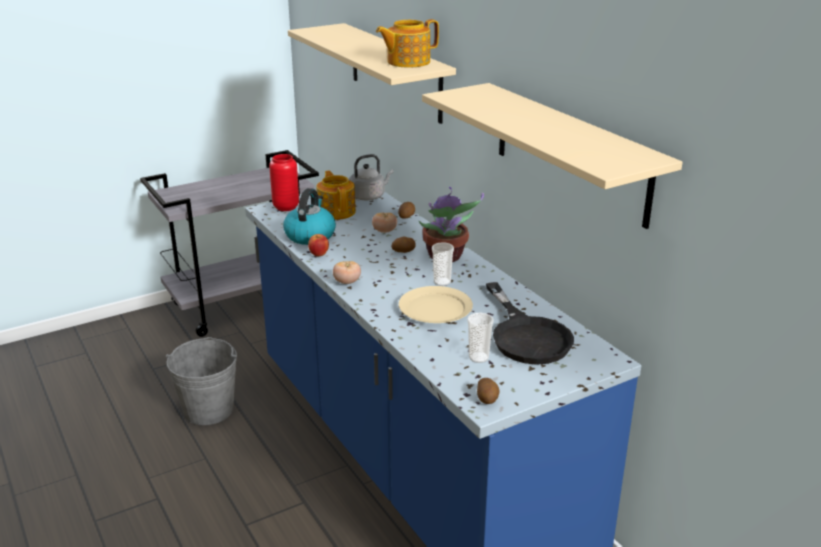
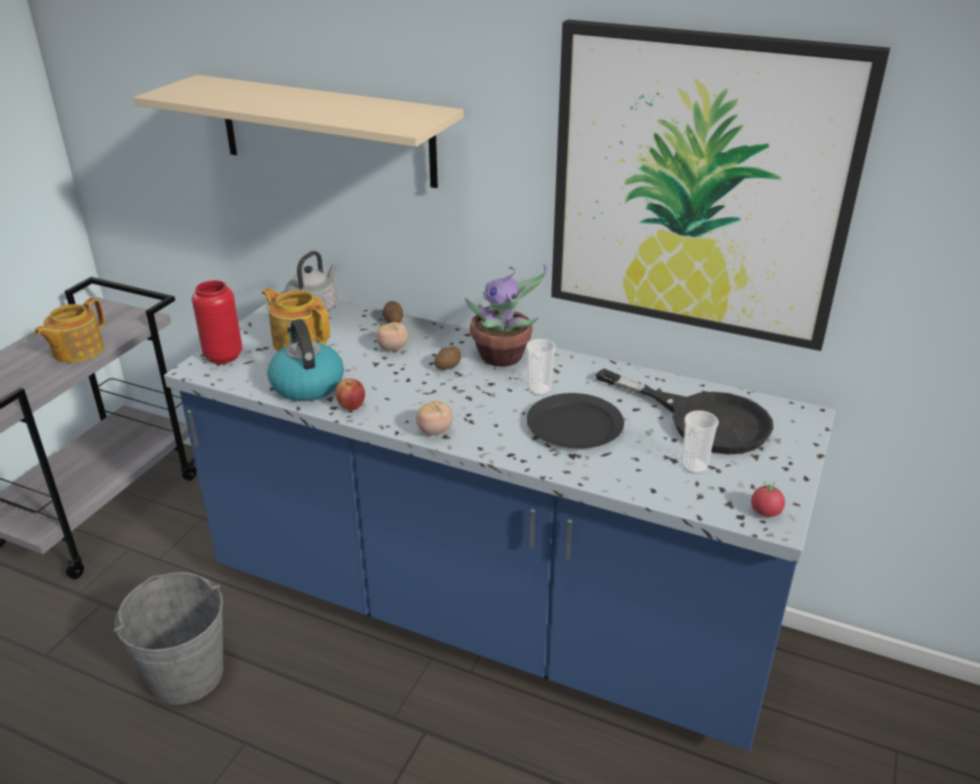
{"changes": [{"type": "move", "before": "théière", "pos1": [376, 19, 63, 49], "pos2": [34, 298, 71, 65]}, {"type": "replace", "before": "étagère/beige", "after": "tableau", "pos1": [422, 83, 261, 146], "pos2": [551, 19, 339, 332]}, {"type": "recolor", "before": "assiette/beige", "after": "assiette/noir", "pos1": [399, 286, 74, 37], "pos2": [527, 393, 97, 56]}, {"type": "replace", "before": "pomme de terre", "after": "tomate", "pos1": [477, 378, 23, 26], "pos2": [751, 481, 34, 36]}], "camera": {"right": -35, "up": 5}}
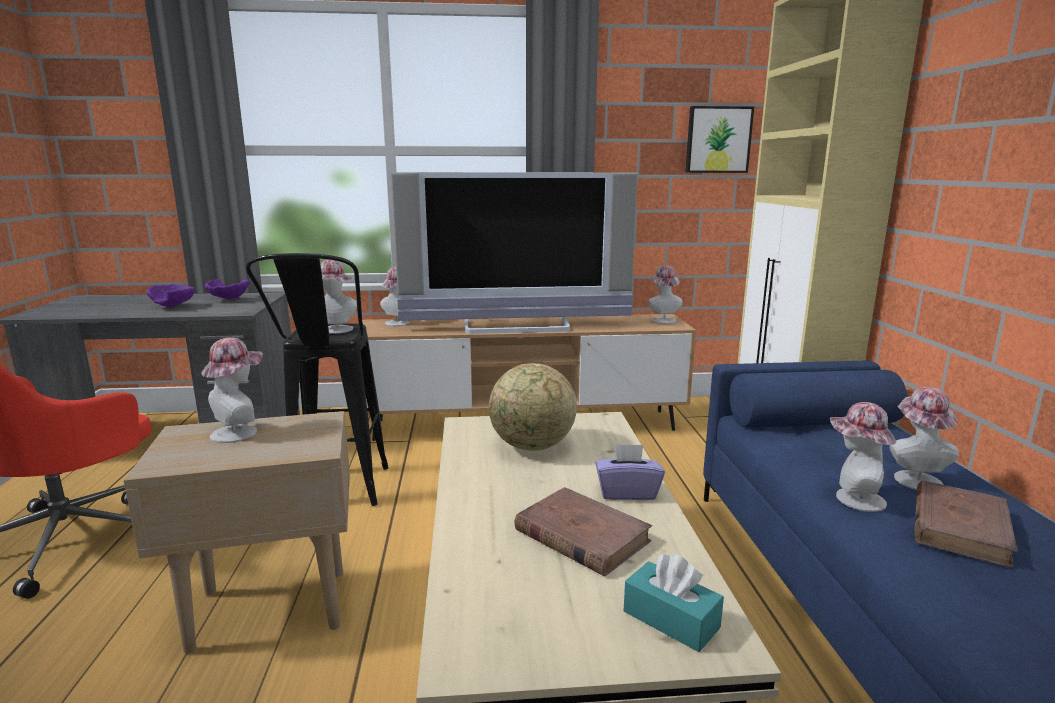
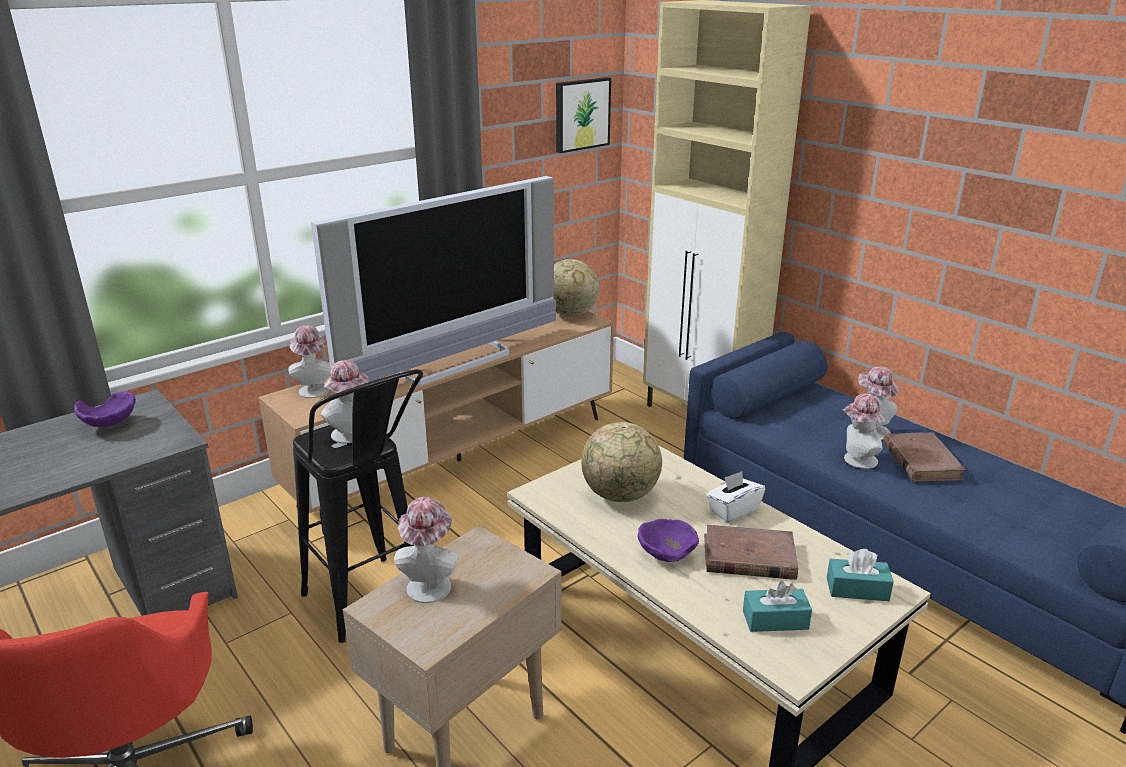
{"changes": [{"type": "replace", "before": "chapeau", "after": "globe", "pos1": [648, 265, 35, 59], "pos2": [554, 259, 45, 57]}, {"type": "move", "before": "bol/violet", "pos1": [147, 284, 47, 24], "pos2": [638, 519, 61, 43]}, {"type": "recolor", "before": "boîte à mouchoirs/violet", "after": "boîte à mouchoirs/blanc", "pos1": [595, 444, 70, 56], "pos2": [706, 471, 59, 51]}, {"type": "insert", "after": "boîte à mouchoirs/turquoise", "pos2": [743, 581, 69, 51]}], "camera": {"right": -35, "up": 10}}
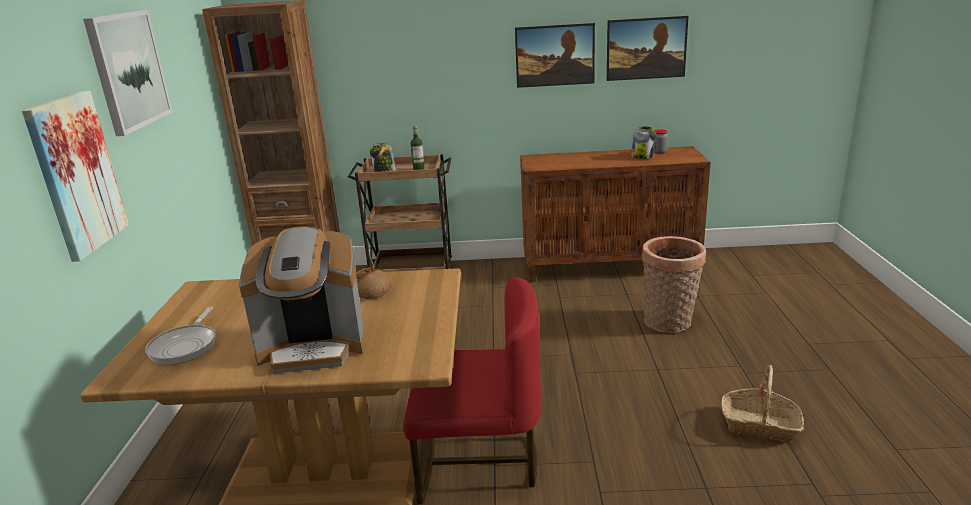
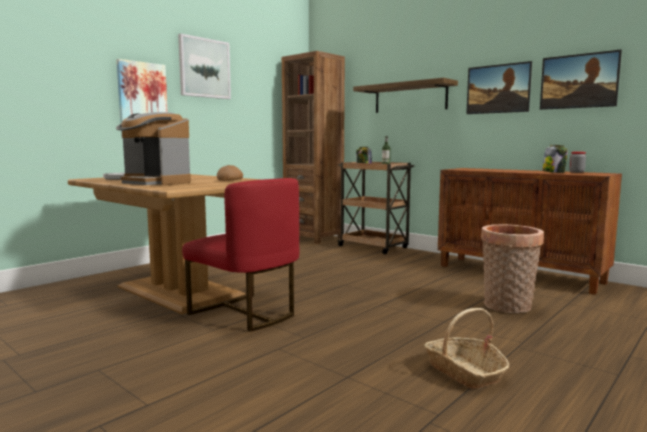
{"changes": [{"type": "insert", "after": "étagère", "pos2": [353, 78, 105, 35]}], "camera": {"right": 40, "up": -15}}
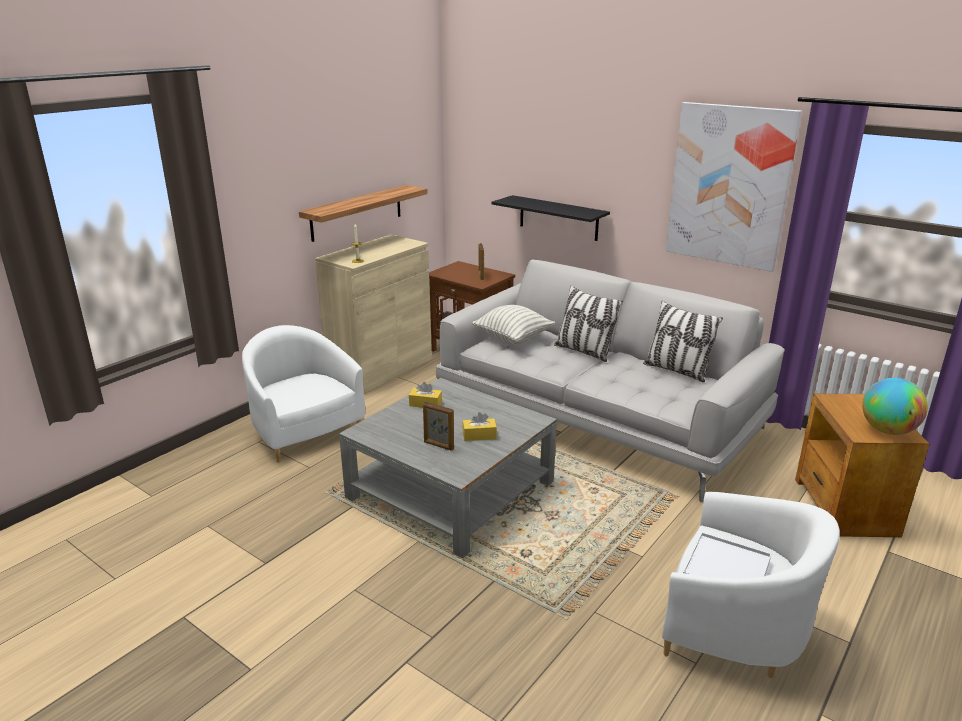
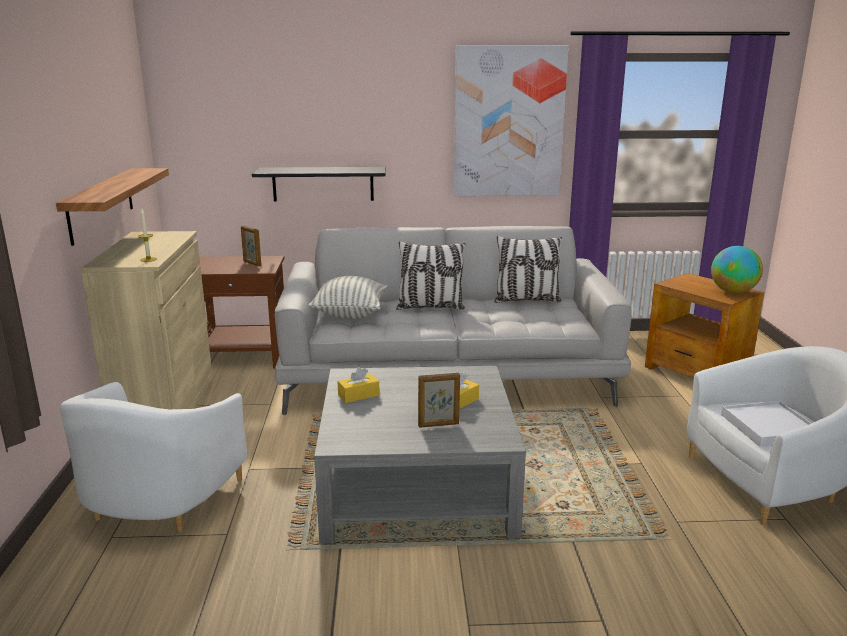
{"changes": [{"type": "rotate", "before": "fauteuil/blanc", "pos1": [242, 325, 123, 138], "pos2": [60, 382, 187, 150], "turn": -90}], "camera": {"right": -40, "up": -5}}
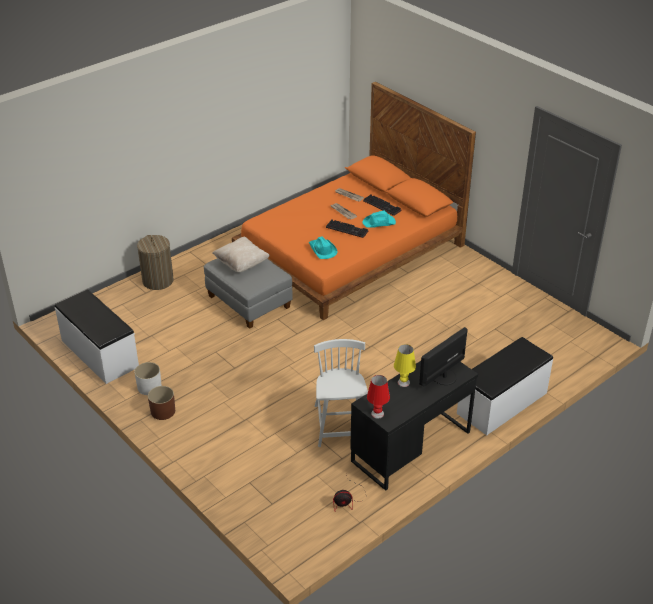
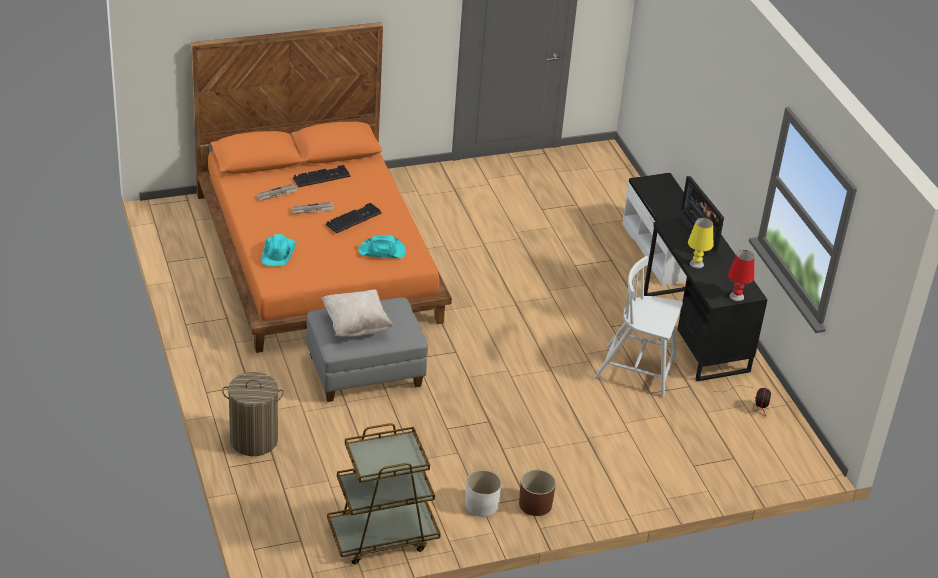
{"changes": [{"type": "move", "before": "chapeau/turquoise", "pos1": [363, 211, 33, 17], "pos2": [261, 234, 36, 32]}, {"type": "replace", "before": "banc/blanc", "after": "chariot/marron", "pos1": [55, 289, 84, 95], "pos2": [327, 423, 114, 141]}], "camera": {"right": -70, "up": 0}}
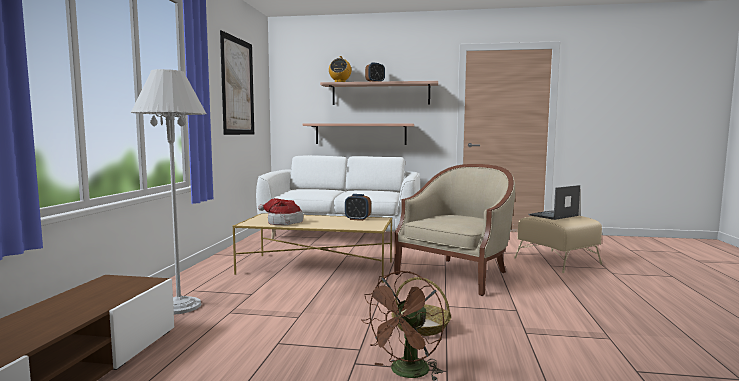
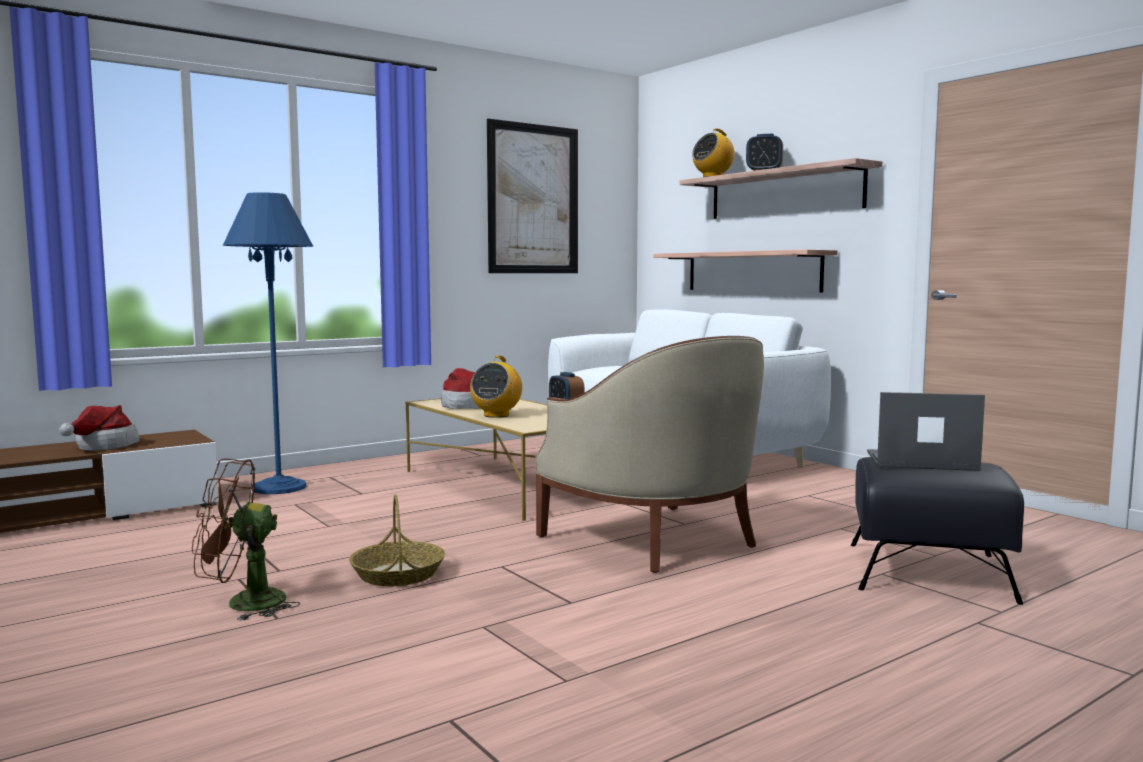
{"changes": [{"type": "recolor", "before": "lampadaire/blanc", "after": "lampadaire/bleu", "pos1": [131, 69, 75, 246], "pos2": [223, 192, 90, 302]}, {"type": "rotate", "before": "fauteuil/beige", "pos1": [394, 164, 121, 132], "pos2": [536, 336, 228, 237], "turn": 60}, {"type": "recolor", "before": "pouf/beige", "after": "pouf/noir", "pos1": [514, 215, 89, 58], "pos2": [851, 457, 173, 148]}, {"type": "insert", "after": "radio", "pos2": [470, 356, 52, 62]}, {"type": "insert", "after": "chapeau", "pos2": [59, 405, 80, 46]}], "camera": {"right": 45, "up": 0}}
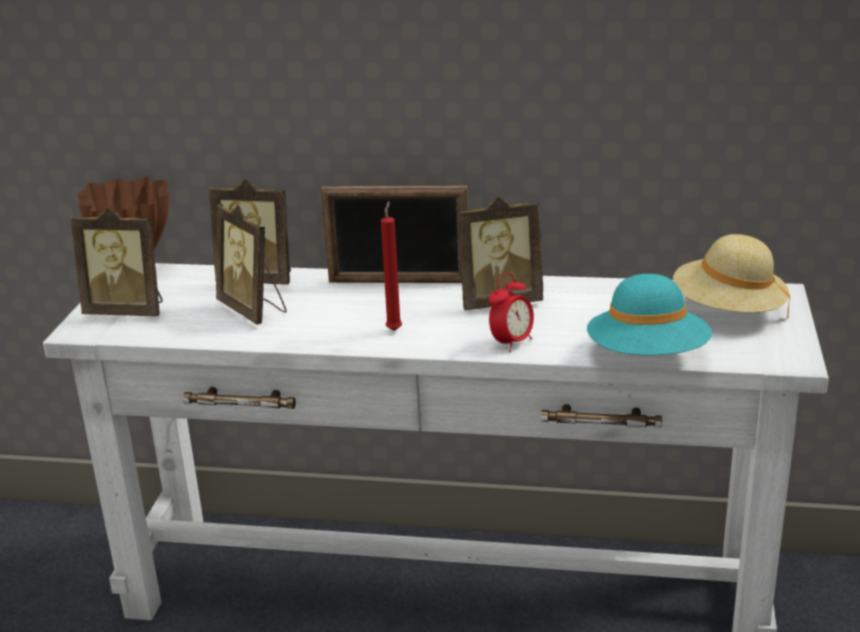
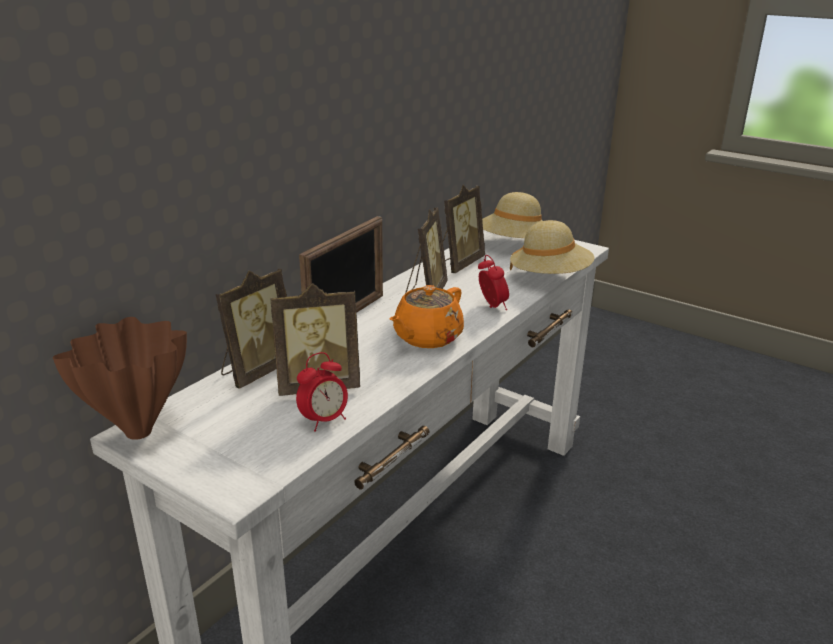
{"changes": [{"type": "replace", "before": "bougie/rouge", "after": "théière/orange", "pos1": [381, 201, 21, 130], "pos2": [389, 285, 75, 63]}, {"type": "move", "before": "cadre photo", "pos1": [71, 207, 92, 109], "pos2": [443, 185, 42, 88]}, {"type": "recolor", "before": "chapeau/turquoise", "after": "chapeau/beige", "pos1": [587, 274, 125, 81], "pos2": [510, 220, 84, 54]}, {"type": "insert", "after": "réveil", "pos2": [296, 352, 52, 80]}], "camera": {"right": -65, "up": 0}}
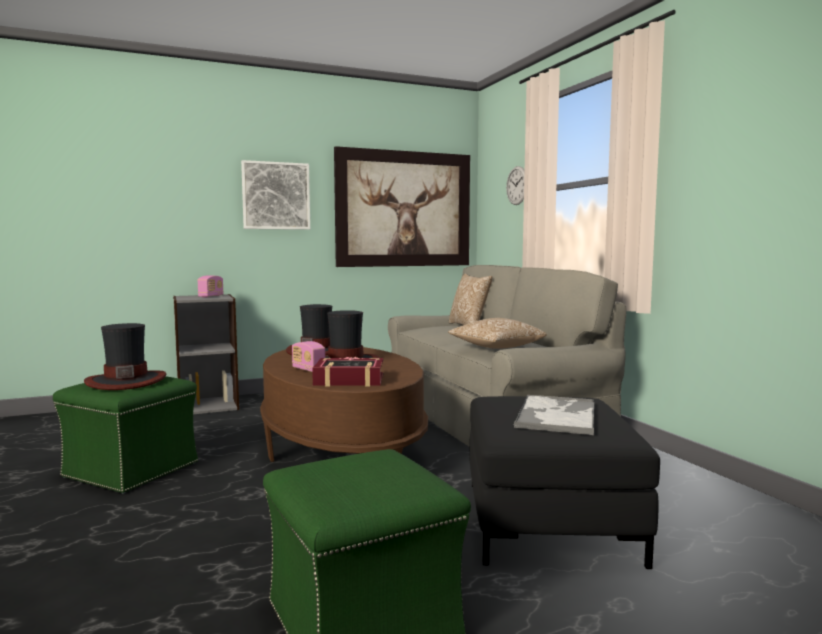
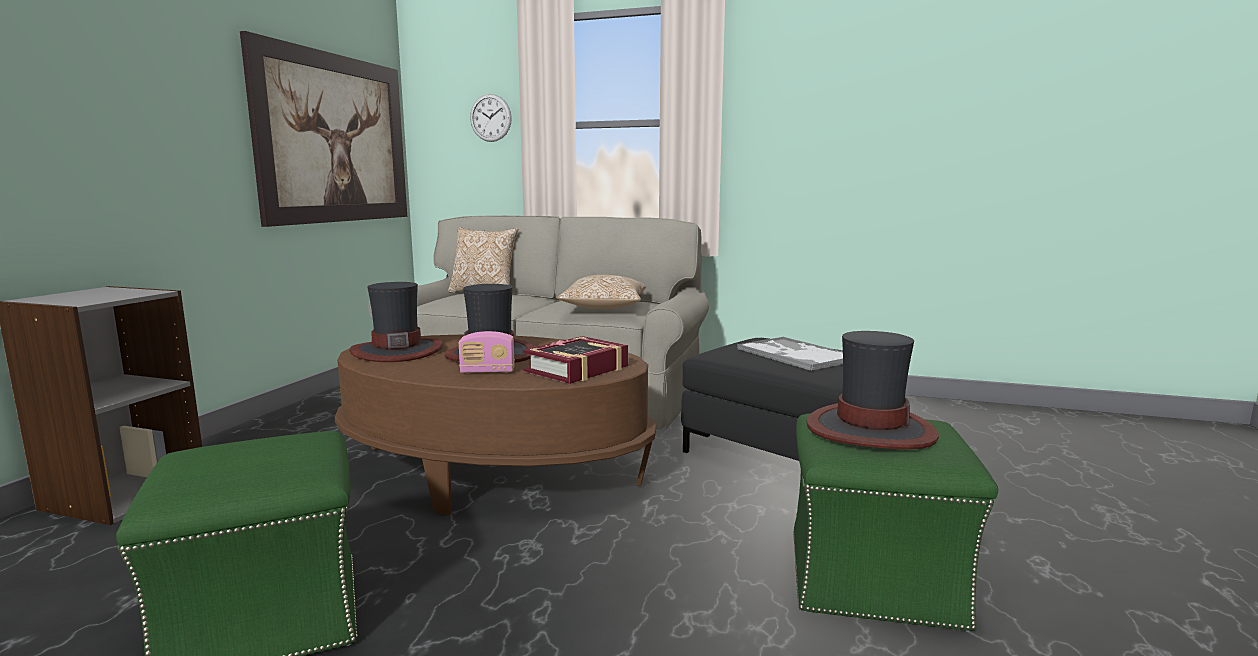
{"changes": [{"type": "delete", "before": "tableau", "pos1": [241, 160, 69, 70]}, {"type": "delete", "before": "radio", "pos1": [198, 276, 26, 22]}, {"type": "move", "before": "chapeau", "pos1": [84, 323, 82, 67], "pos2": [806, 331, 133, 118]}], "camera": {"right": -50, "up": 5}}
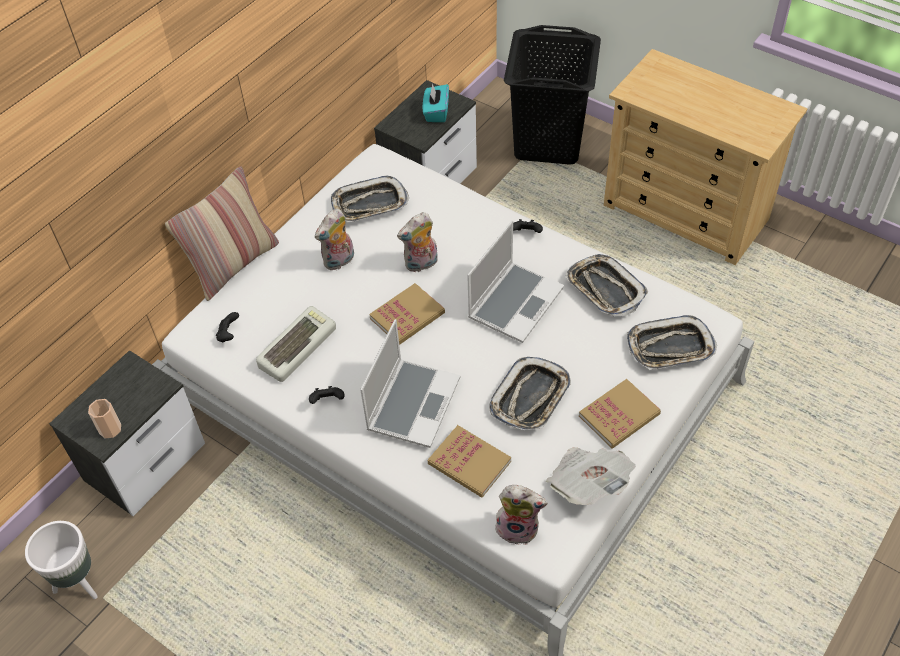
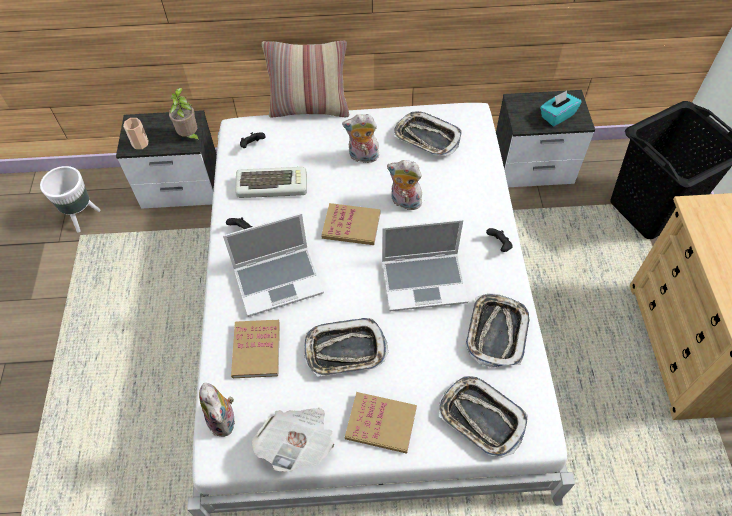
{"changes": [{"type": "insert", "after": "plante en pot", "pos2": [169, 88, 31, 54]}], "camera": {"right": 50, "up": 5}}
